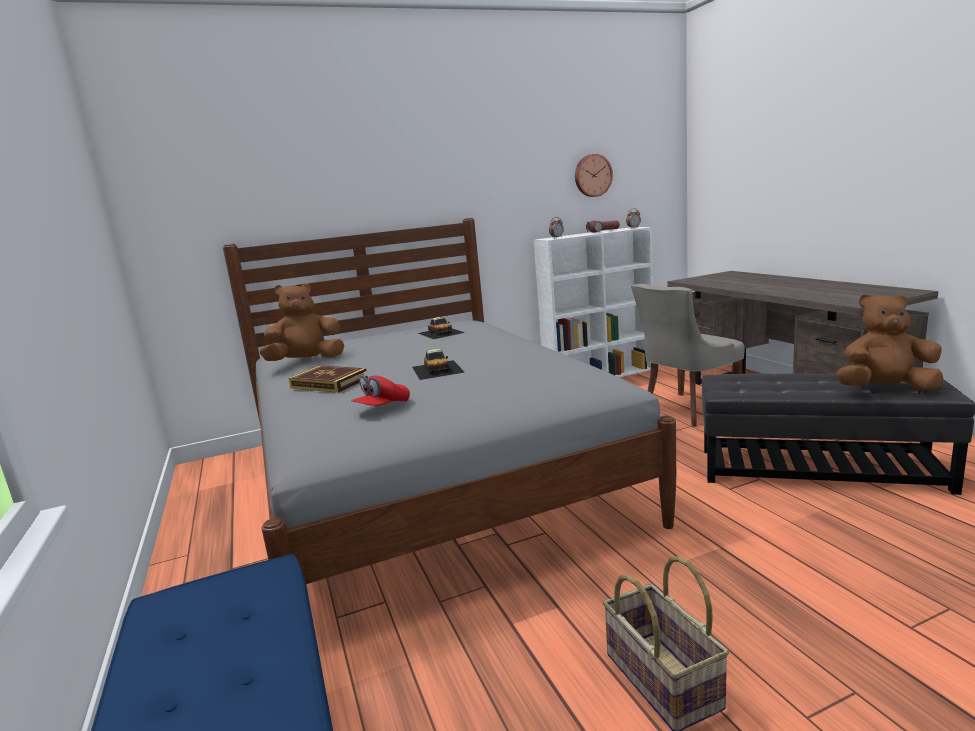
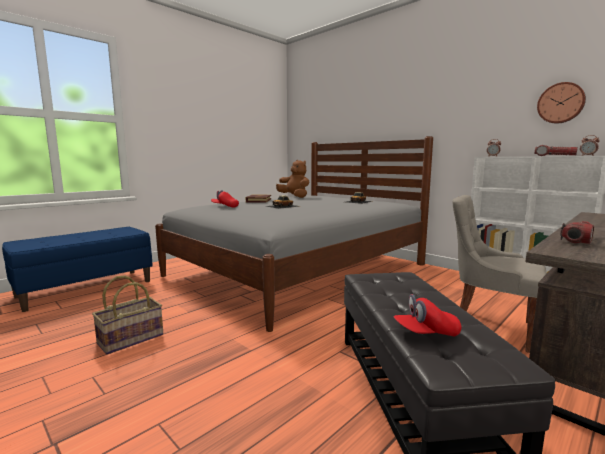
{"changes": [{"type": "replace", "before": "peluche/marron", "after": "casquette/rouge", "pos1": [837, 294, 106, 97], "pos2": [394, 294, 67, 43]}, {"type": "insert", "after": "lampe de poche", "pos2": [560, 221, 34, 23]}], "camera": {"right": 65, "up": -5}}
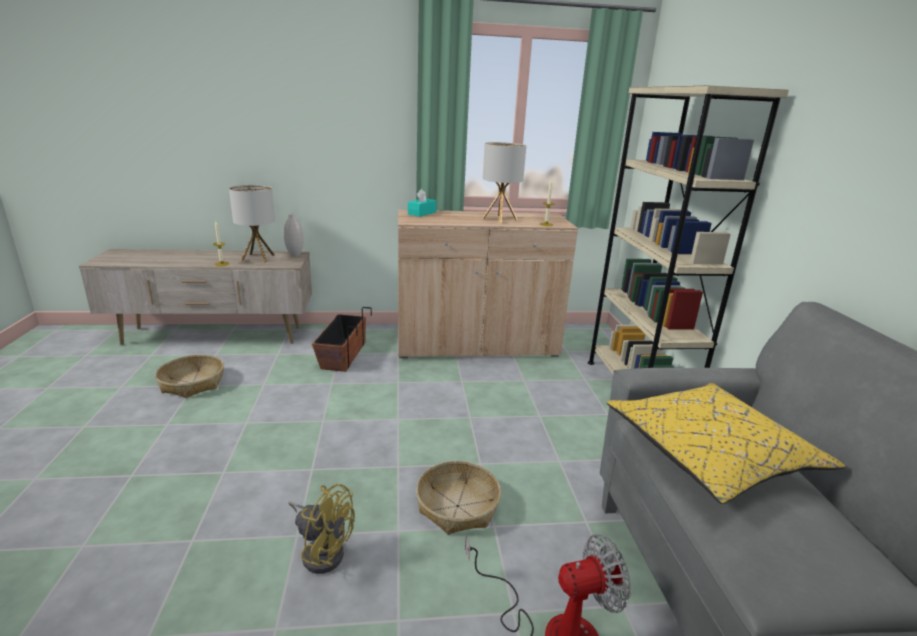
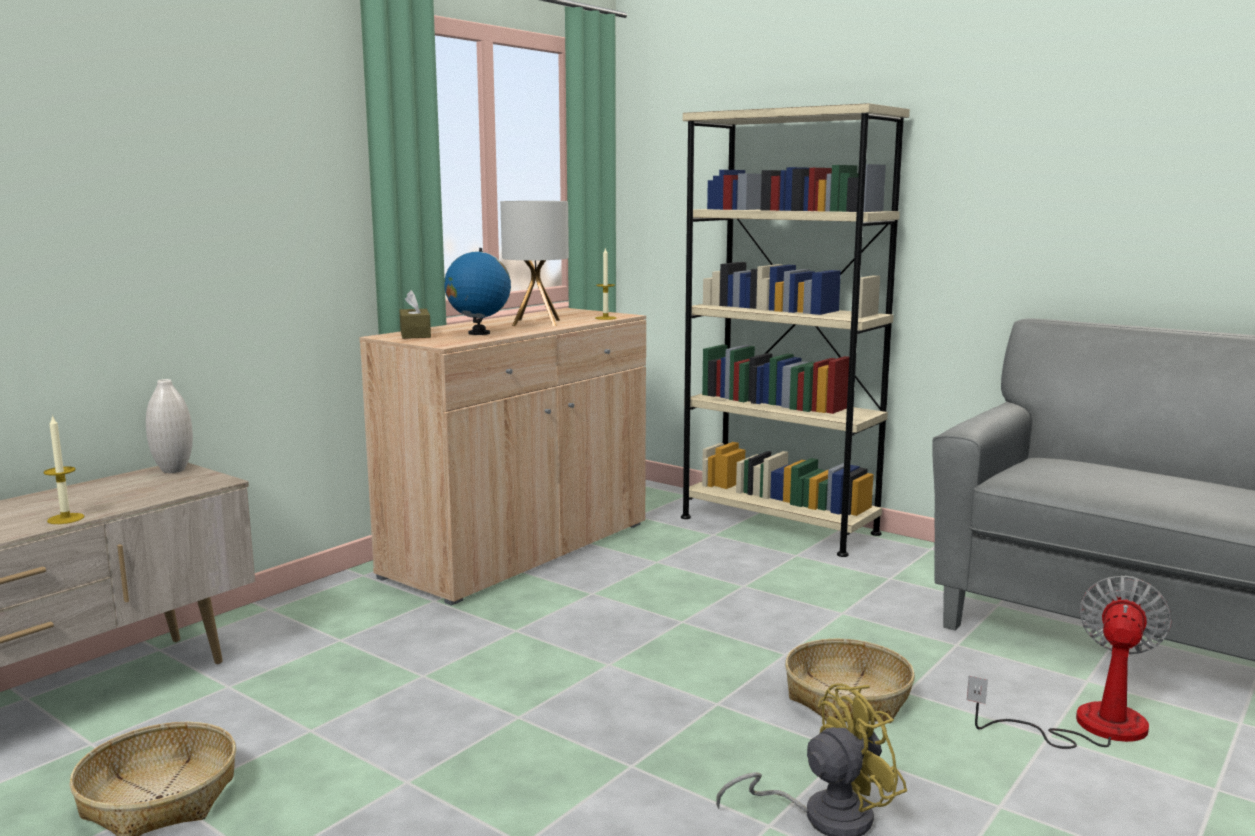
{"changes": [{"type": "delete", "before": "lampe de table", "pos1": [229, 185, 46, 77]}, {"type": "recolor", "before": "boîte à mouchoirs/turquoise", "after": "boîte à mouchoirs/marron", "pos1": [408, 189, 28, 28], "pos2": [400, 290, 31, 49]}, {"type": "delete", "before": "cache-pot", "pos1": [312, 307, 60, 65]}, {"type": "delete", "before": "coussin/jaune", "pos1": [607, 383, 238, 121]}, {"type": "insert", "after": "globe", "pos2": [444, 248, 67, 87]}], "camera": {"right": -45, "up": -10}}
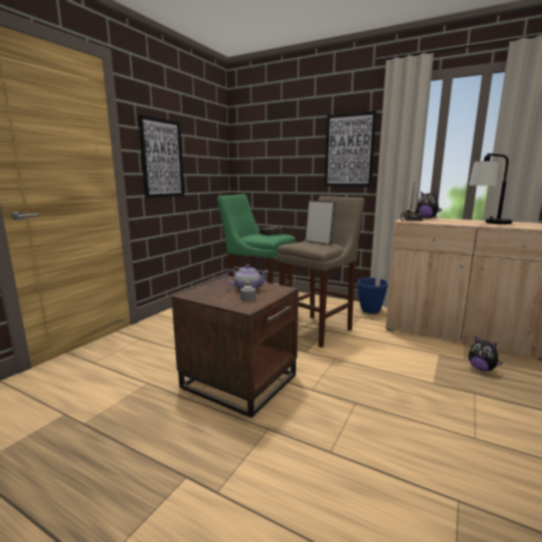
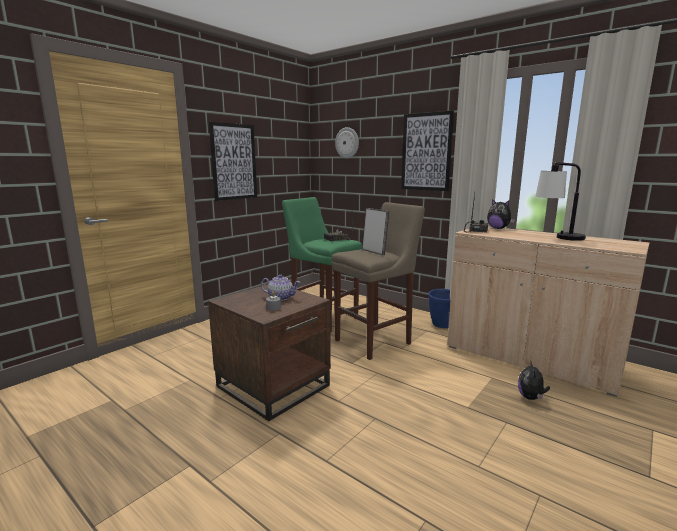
{"changes": [{"type": "rotate", "before": "peluche", "pos1": [468, 336, 35, 35], "pos2": [518, 360, 32, 40], "turn": 45}, {"type": "insert", "after": "horloge murale", "pos2": [335, 127, 24, 31]}], "camera": {"right": 10, "up": 0}}
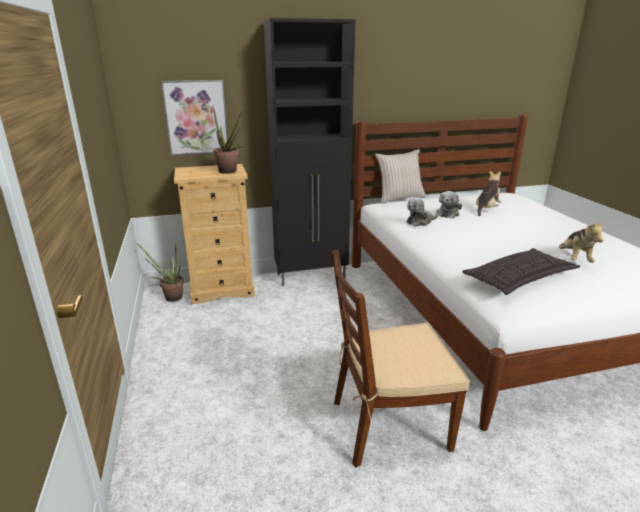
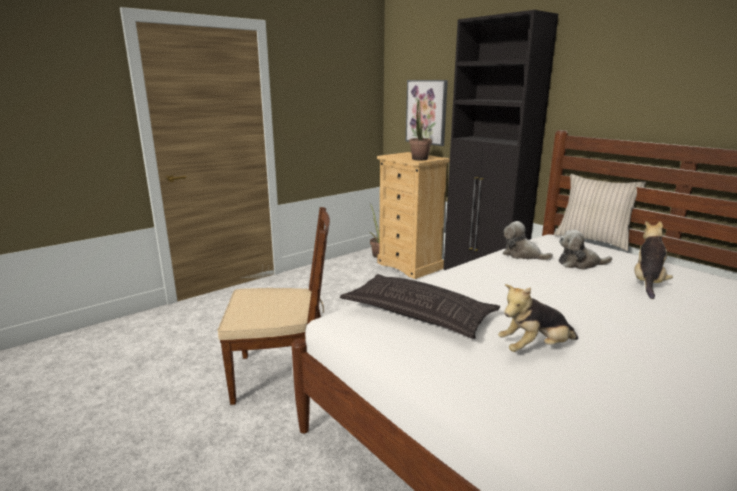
{"changes": [{"type": "rotate", "before": "peluche", "pos1": [476, 171, 25, 45], "pos2": [634, 221, 39, 78], "turn": -75}, {"type": "rotate", "before": "chaise/marron", "pos1": [332, 250, 138, 217], "pos2": [217, 207, 113, 198], "turn": 120}], "camera": {"right": 65, "up": -5}}
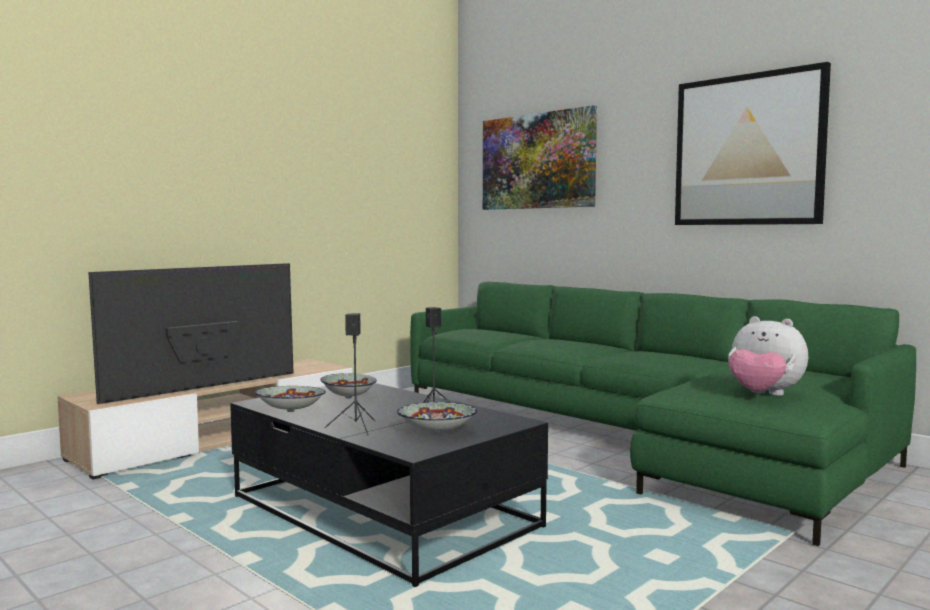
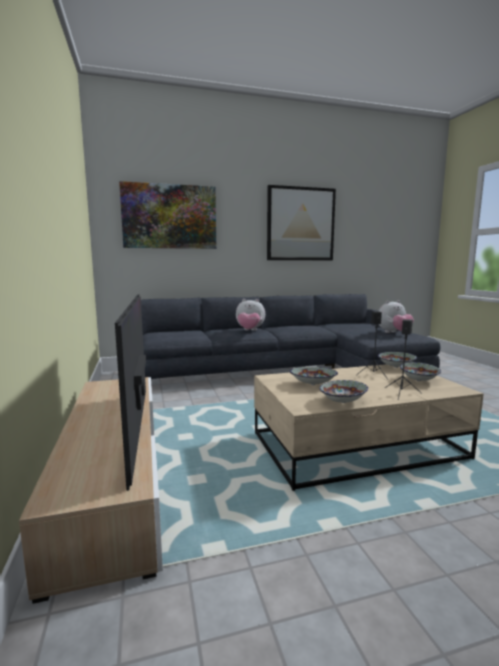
{"changes": [{"type": "recolor", "before": "canapé/vert", "after": "canapé/gris", "pos1": [410, 282, 506, 265], "pos2": [141, 294, 299, 85]}, {"type": "recolor", "before": "table basse/noir", "after": "table basse/beige", "pos1": [230, 383, 318, 204], "pos2": [254, 364, 230, 127]}, {"type": "insert", "after": "peluche", "pos2": [236, 299, 29, 32]}, {"type": "insert", "after": "bol", "pos2": [378, 352, 39, 16]}], "camera": {"right": -60, "up": 5}}
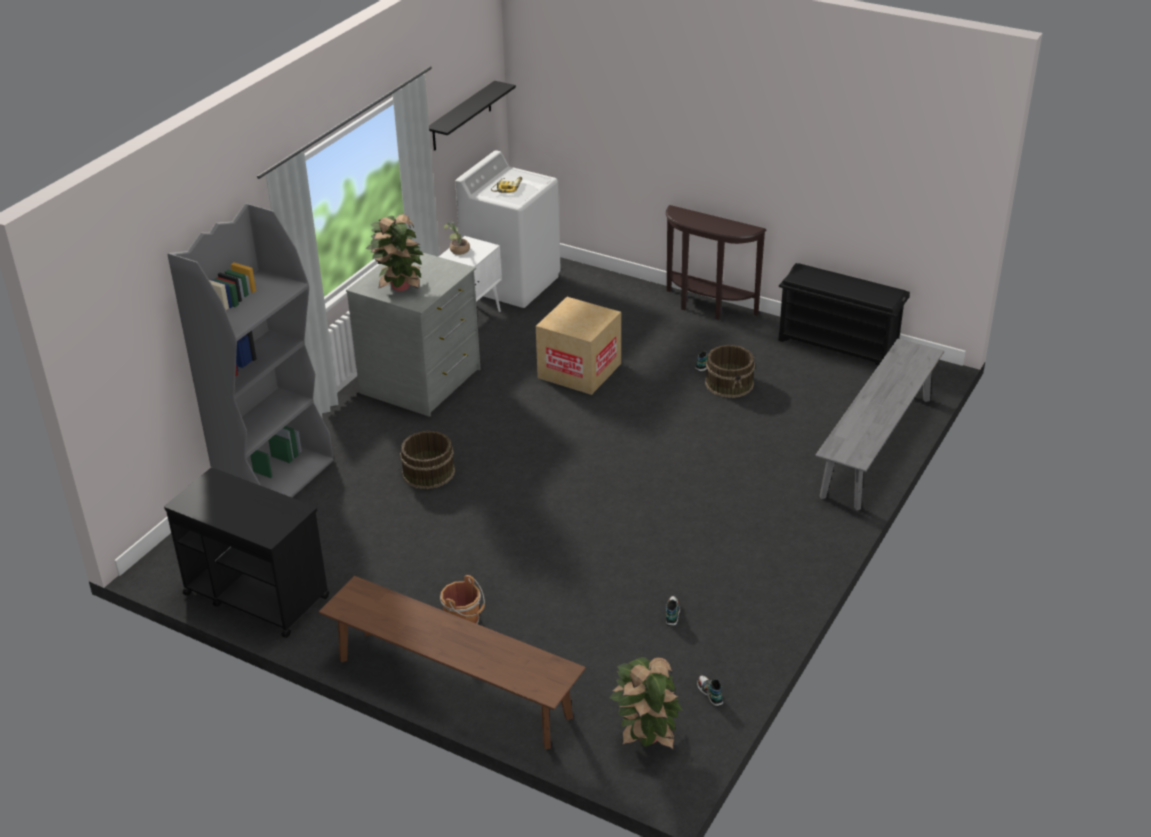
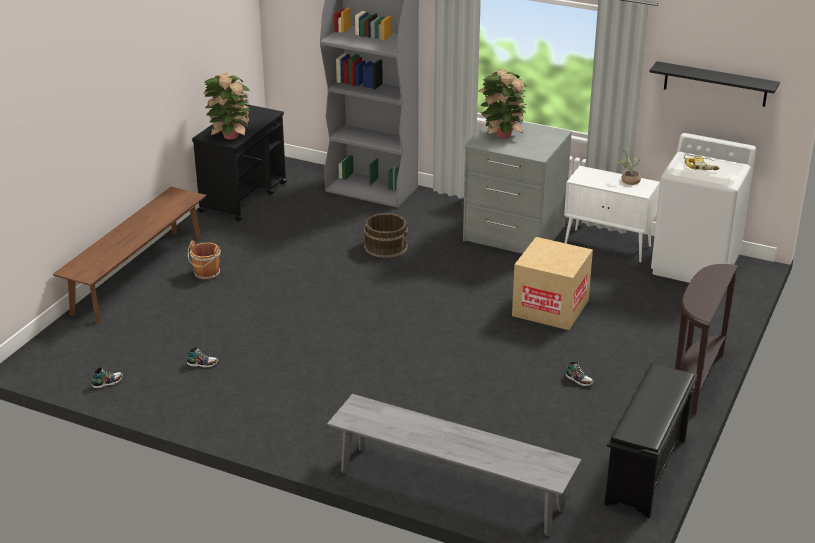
{"changes": [{"type": "delete", "before": "seau/marron", "pos1": [705, 345, 50, 53]}, {"type": "move", "before": "plante en pot", "pos1": [609, 657, 74, 93], "pos2": [204, 72, 46, 67]}], "camera": {"right": 85, "up": -5}}
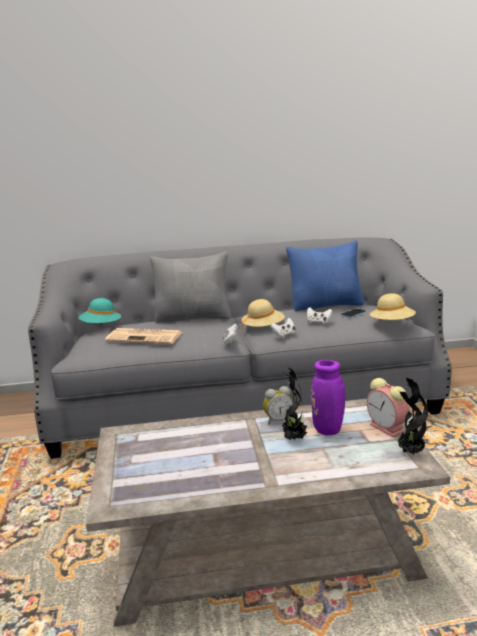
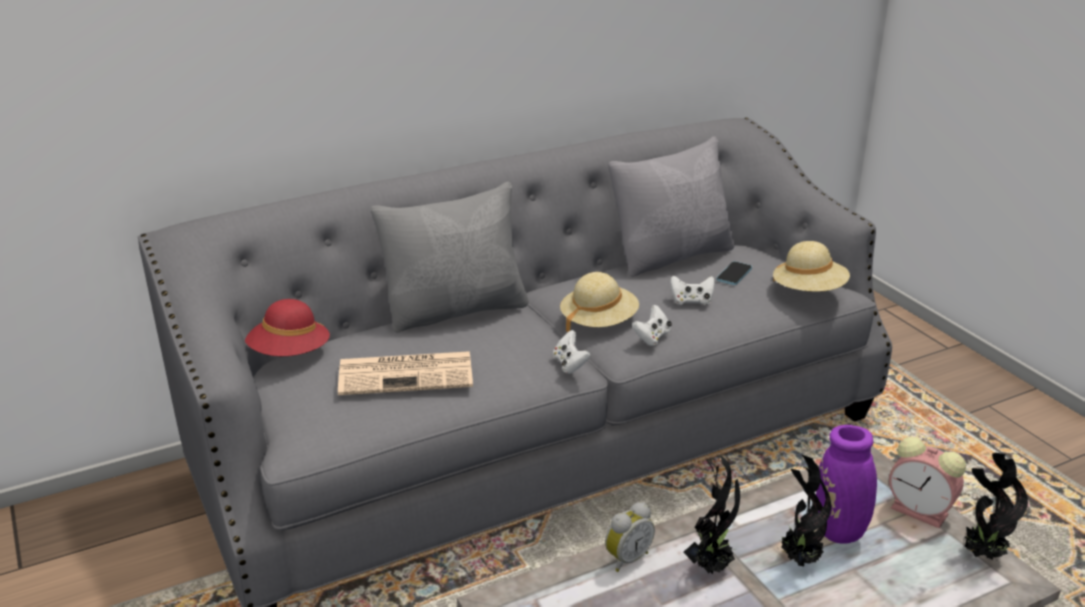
{"changes": [{"type": "recolor", "before": "coussin/bleu", "after": "coussin/gris", "pos1": [286, 240, 79, 71], "pos2": [608, 136, 127, 141]}, {"type": "recolor", "before": "chapeau/turquoise", "after": "chapeau/rouge", "pos1": [79, 298, 43, 25], "pos2": [245, 299, 85, 57]}, {"type": "move", "before": "réveil", "pos1": [263, 386, 30, 38], "pos2": [605, 502, 50, 70]}, {"type": "insert", "after": "plante en pot", "pos2": [684, 455, 56, 119]}], "camera": {"right": -20, "up": 10}}
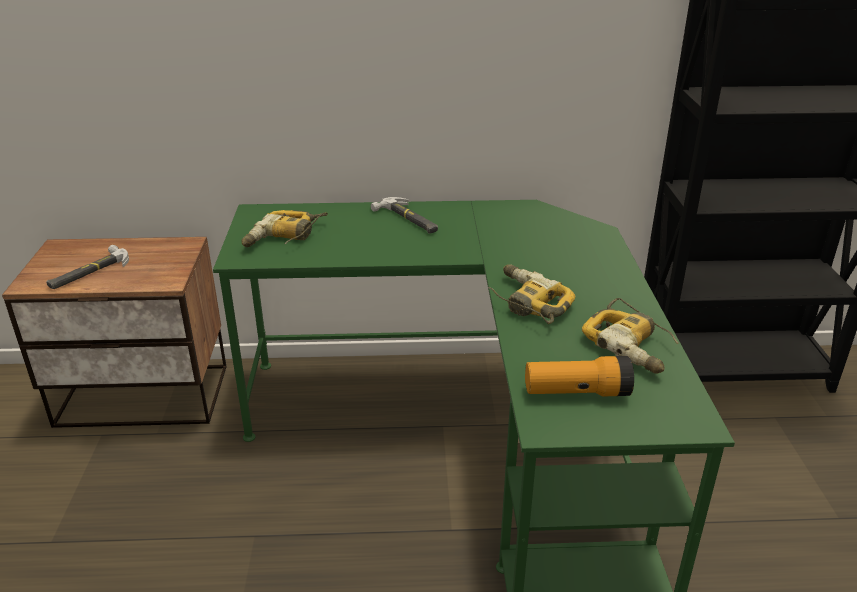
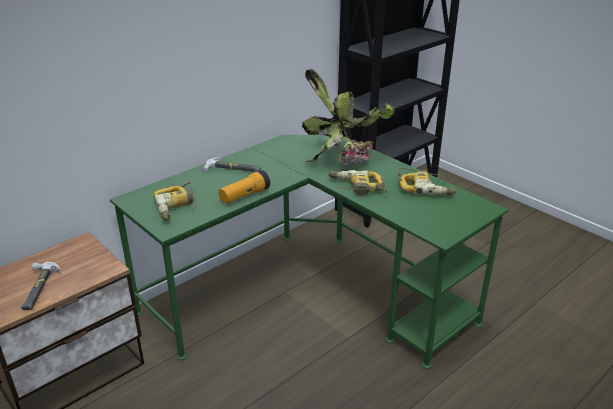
{"changes": [{"type": "move", "before": "lampe de poche", "pos1": [525, 356, 109, 40], "pos2": [219, 170, 51, 34]}, {"type": "insert", "after": "plante en pot", "pos2": [302, 69, 95, 97]}], "camera": {"right": -40, "up": 0}}
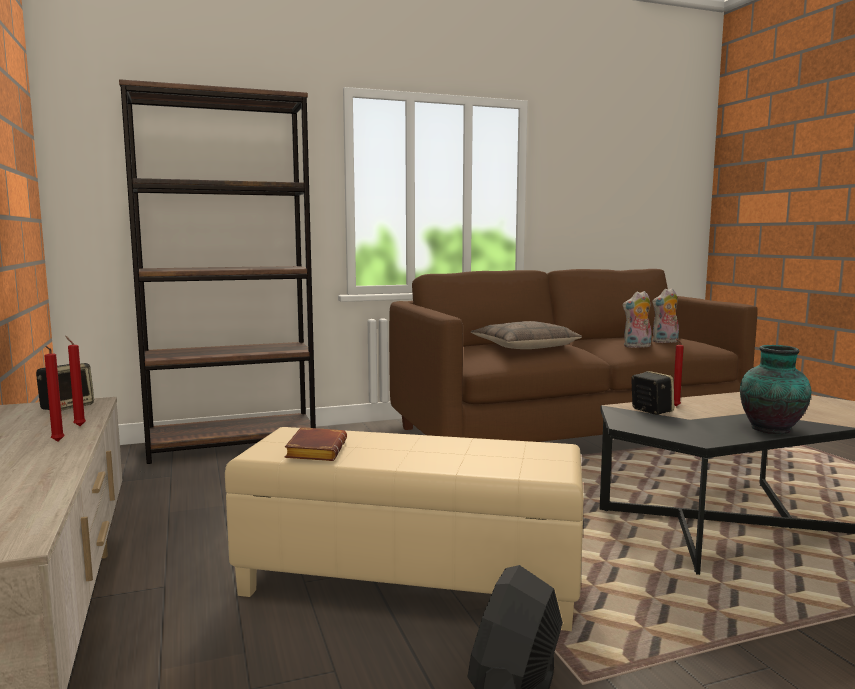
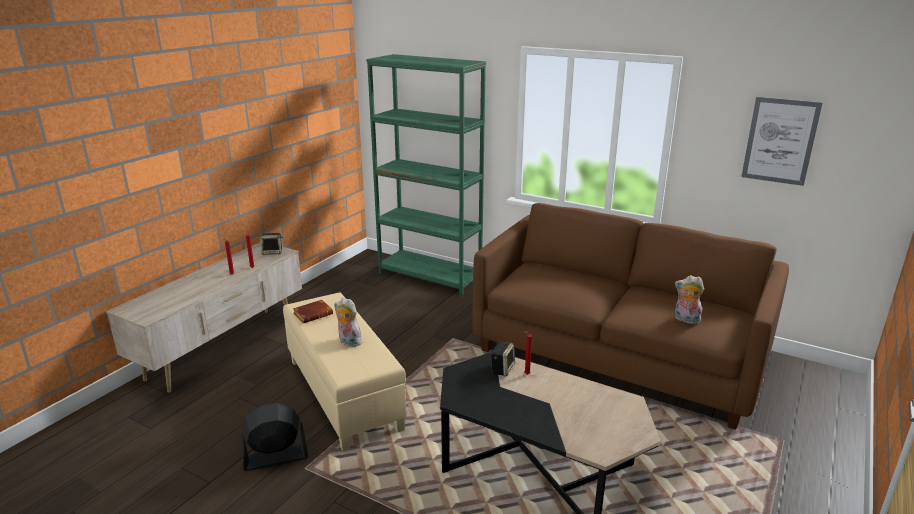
{"changes": [{"type": "recolor", "before": "bibliothèque/marron", "after": "bibliothèque/vert", "pos1": [119, 79, 197, 385], "pos2": [366, 54, 120, 242]}, {"type": "move", "before": "peluche", "pos1": [622, 291, 30, 57], "pos2": [334, 297, 28, 50]}, {"type": "delete", "before": "coussin", "pos1": [471, 321, 111, 28]}, {"type": "delete", "before": "vase", "pos1": [740, 345, 71, 89]}, {"type": "insert", "after": "tableau", "pos2": [741, 97, 82, 89]}], "camera": {"right": 50, "up": 15}}
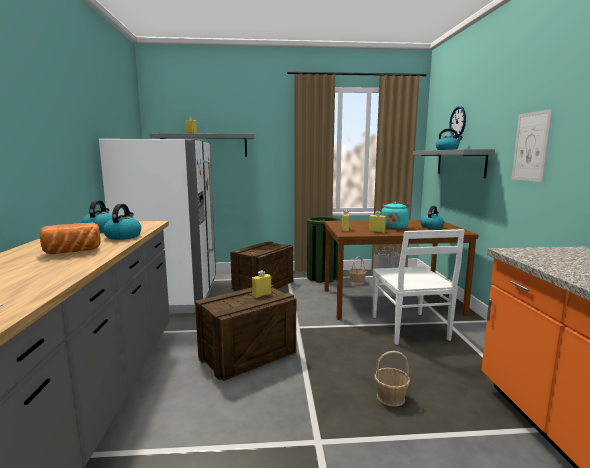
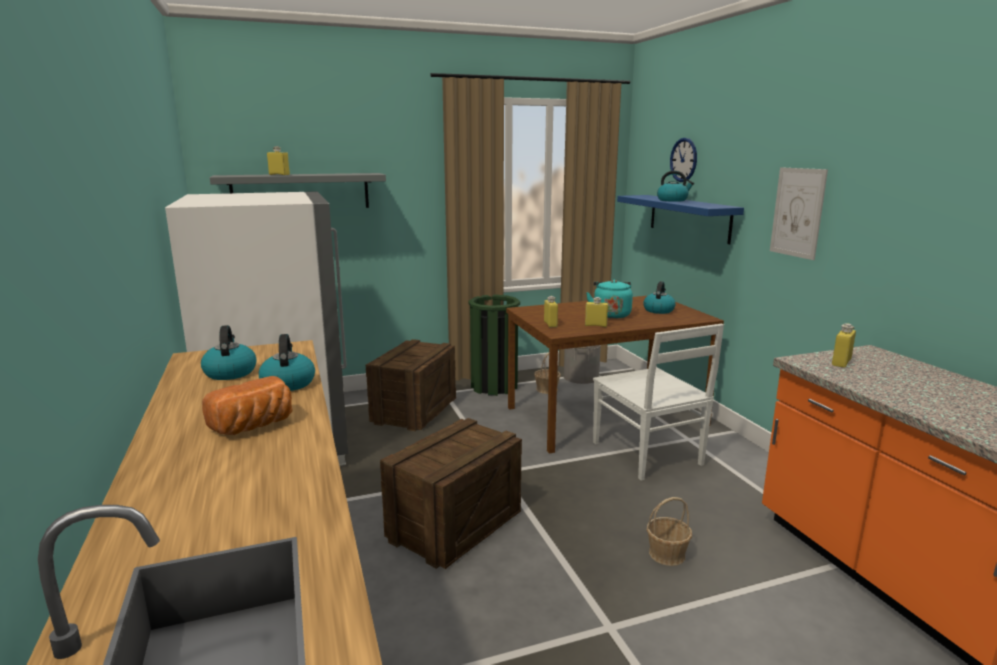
{"changes": [{"type": "recolor", "before": "étagère/gris", "after": "étagère/bleu", "pos1": [413, 149, 82, 29], "pos2": [617, 195, 127, 49]}, {"type": "move", "before": "bouteille/jaune", "pos1": [252, 271, 20, 27], "pos2": [832, 323, 24, 45]}], "camera": {"right": -15, "up": 5}}
